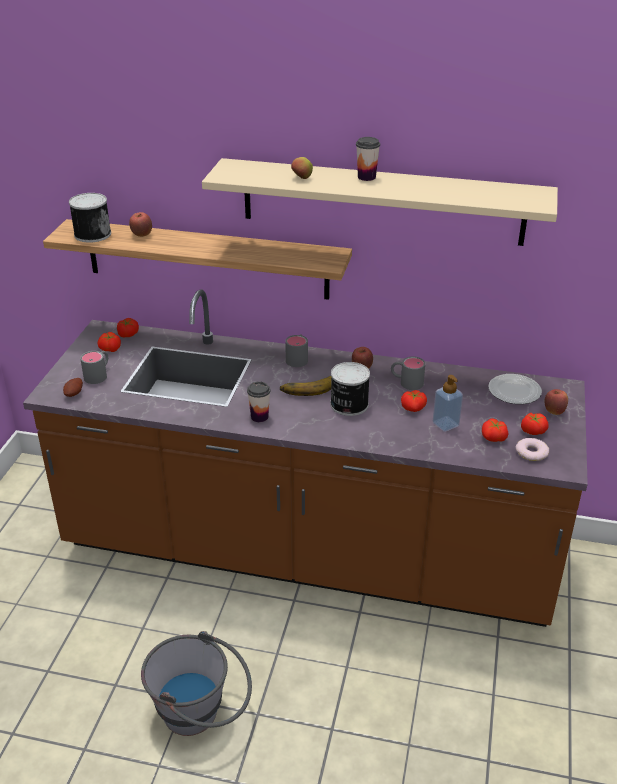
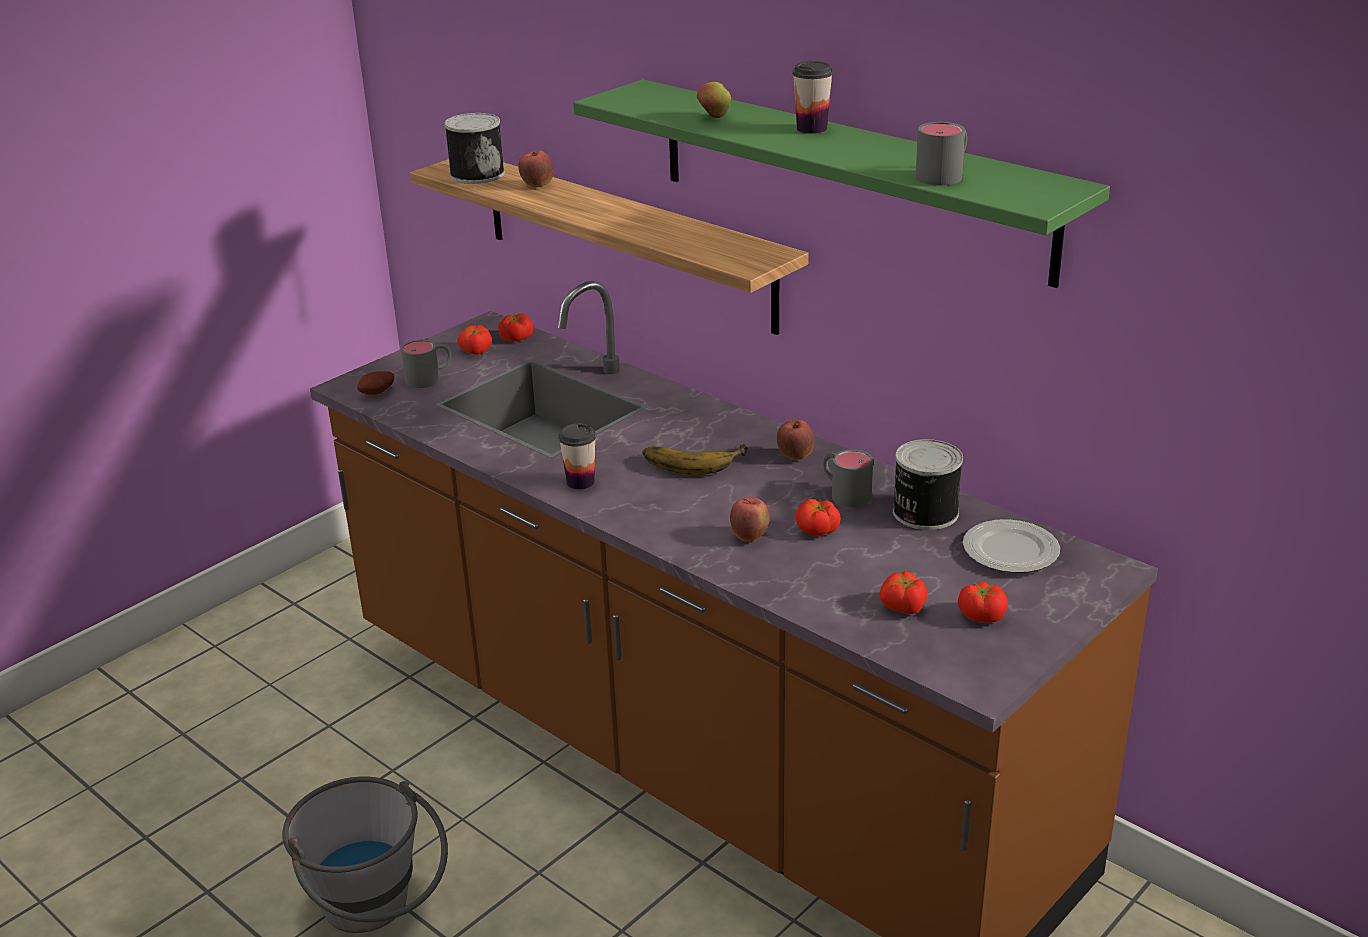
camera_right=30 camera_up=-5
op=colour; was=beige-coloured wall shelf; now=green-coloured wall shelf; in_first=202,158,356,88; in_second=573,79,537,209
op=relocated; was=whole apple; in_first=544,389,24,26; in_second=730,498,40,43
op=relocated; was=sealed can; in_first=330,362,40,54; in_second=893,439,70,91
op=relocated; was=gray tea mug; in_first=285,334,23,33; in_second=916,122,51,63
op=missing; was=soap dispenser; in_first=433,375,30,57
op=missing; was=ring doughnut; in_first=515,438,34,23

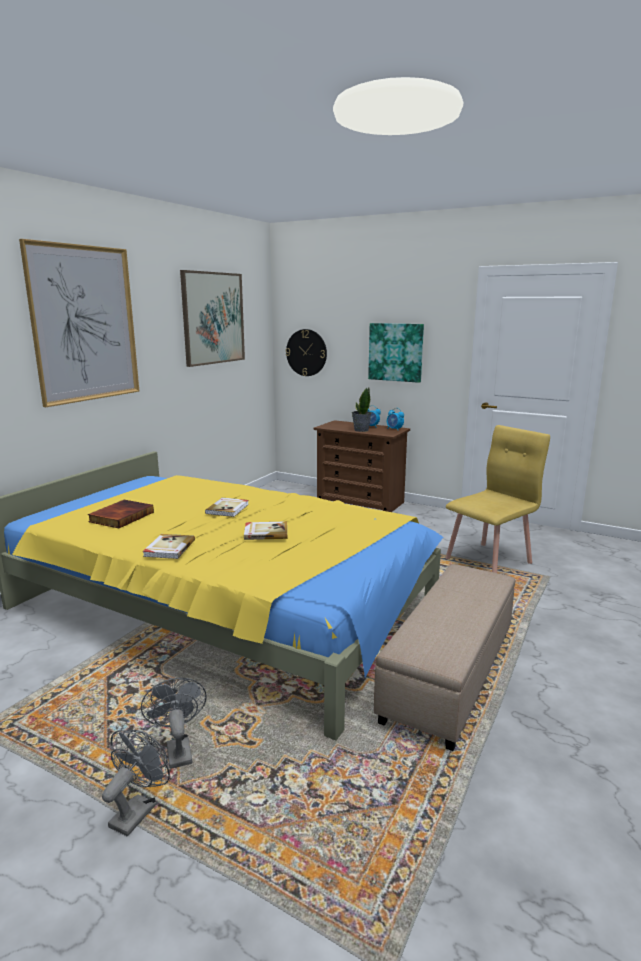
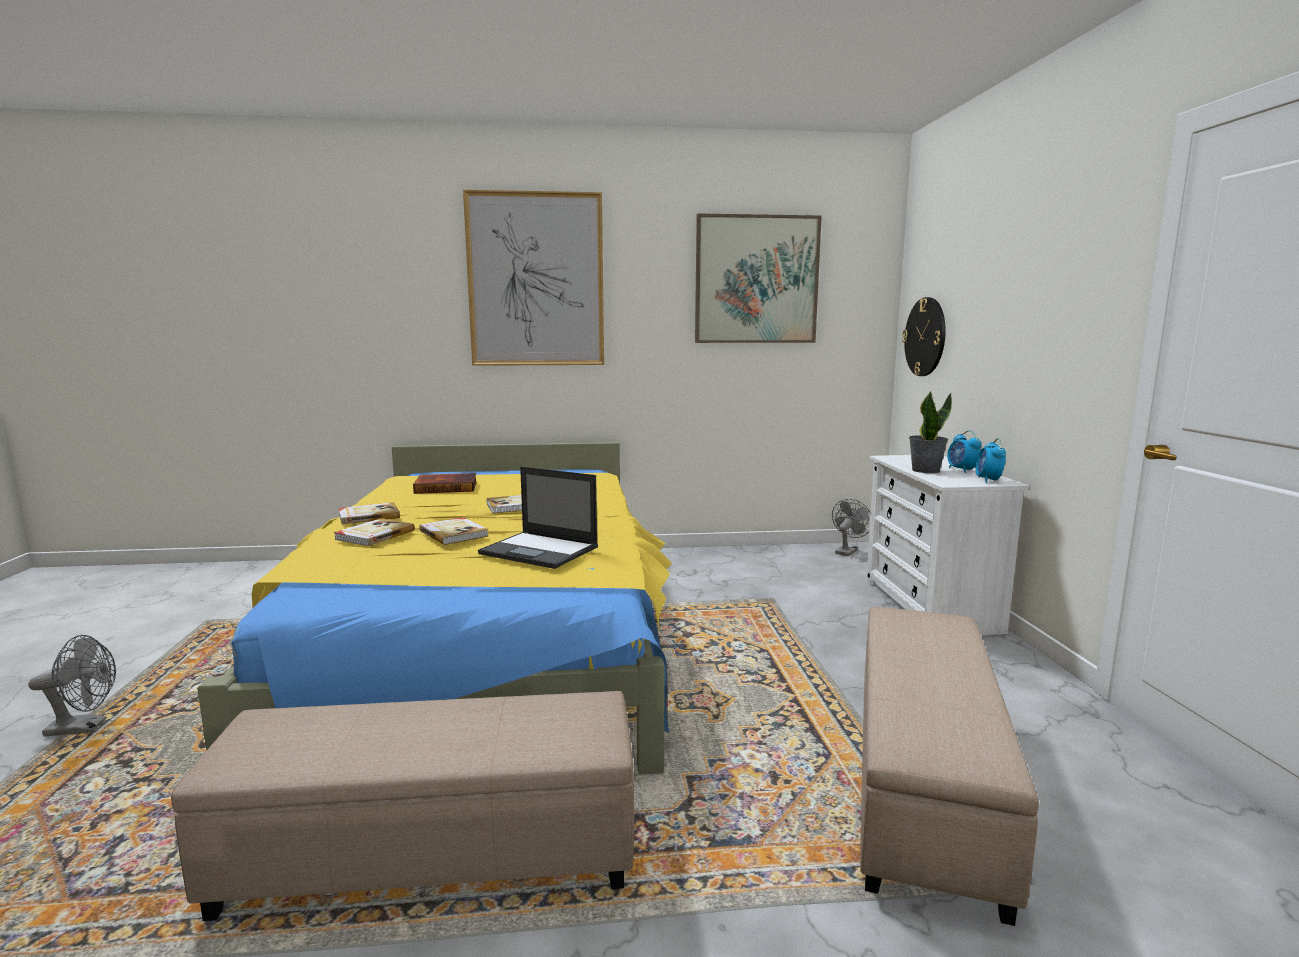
camera_right=55 camera_up=-5
op=appeared; now=volume; in_second=334,518,81,28
op=appeared; now=portable computer; in_second=478,467,120,102
op=relocated; was=gray electric fan; in_first=141,678,66,91; in_second=832,499,39,57
op=exchanged; was=yellow-coloured plain chair; now=beige-coloured footrest; in_first=446,425,104,148; in_second=860,607,179,319
op=colour; was=brown dresser; now=white dresser; in_first=314,420,96,92; in_second=866,455,163,180
op=missing; was=wall art; in_first=368,323,56,60

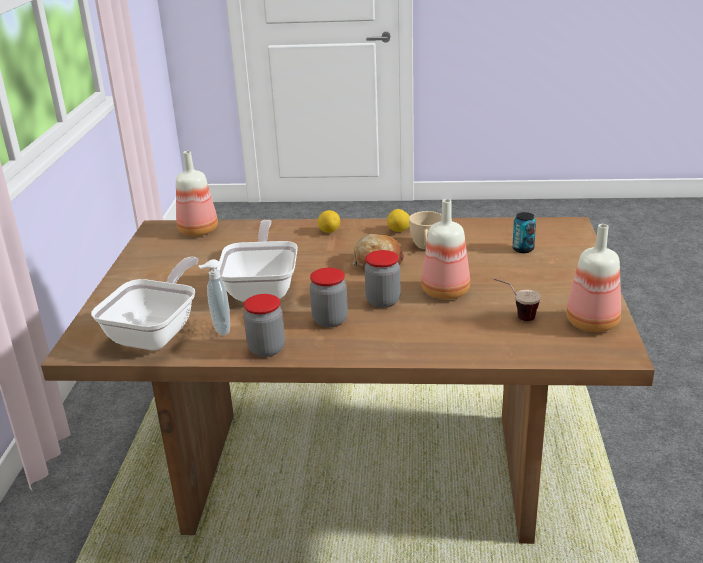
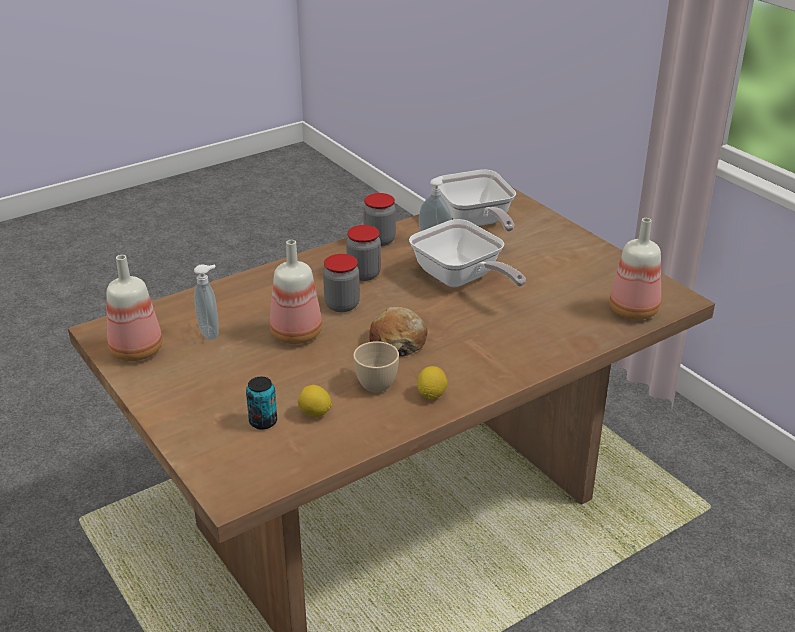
camera_right=140 camera_up=5
op=exchanged; was=drinking cup; now=soap dispenser; in_first=494,278,47,43; in_second=194,265,24,75
op=relocated; was=lemon; in_first=318,210,22,23; in_second=298,385,34,32

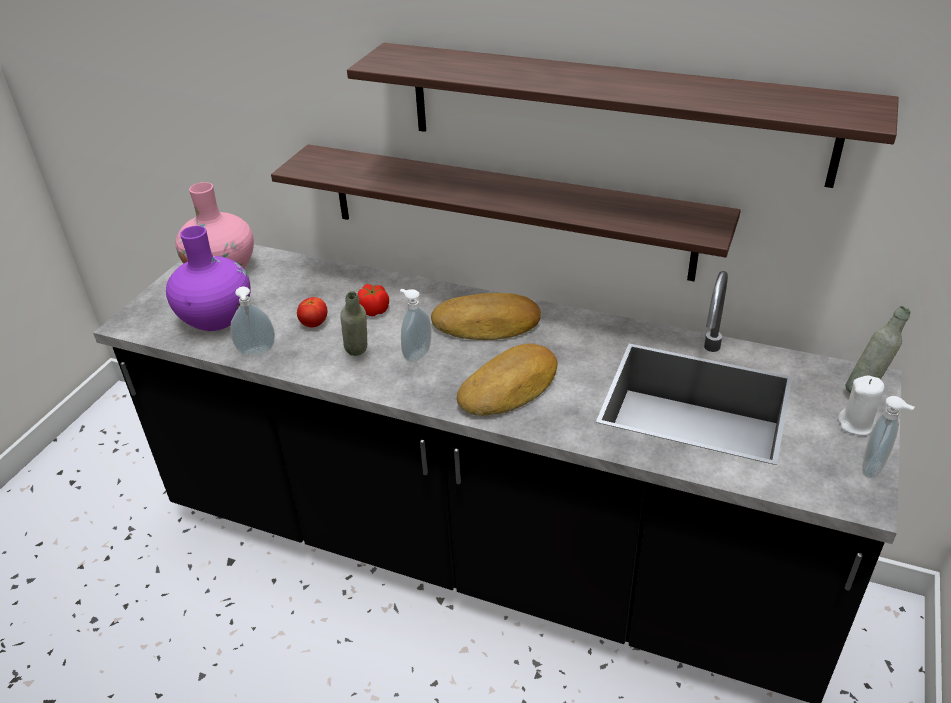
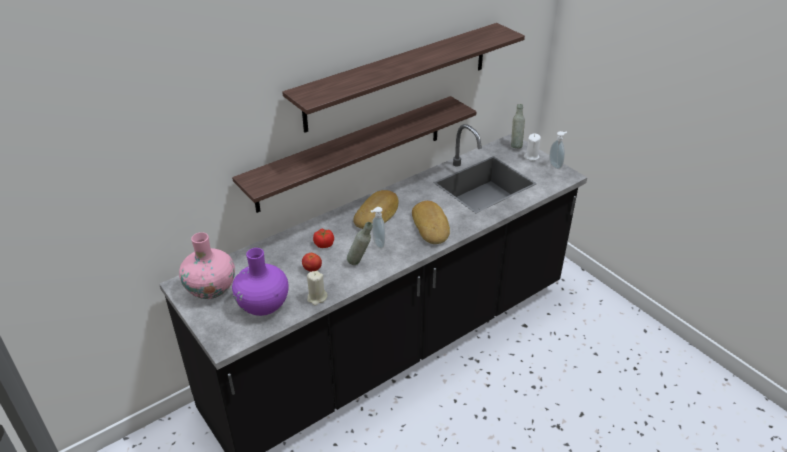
camera_right=-60 camera_up=0
op=exchanged; was=soap dispenser; now=beige-coloured candle; in_first=230,287,45,69; in_second=307,271,20,35

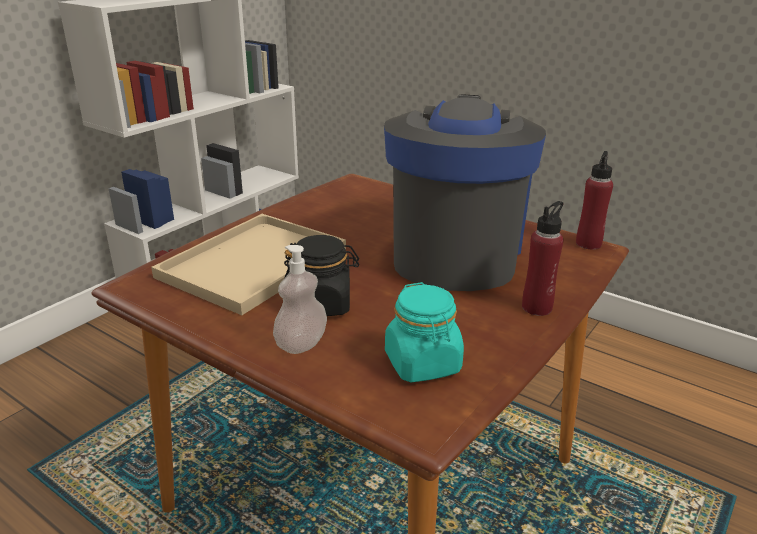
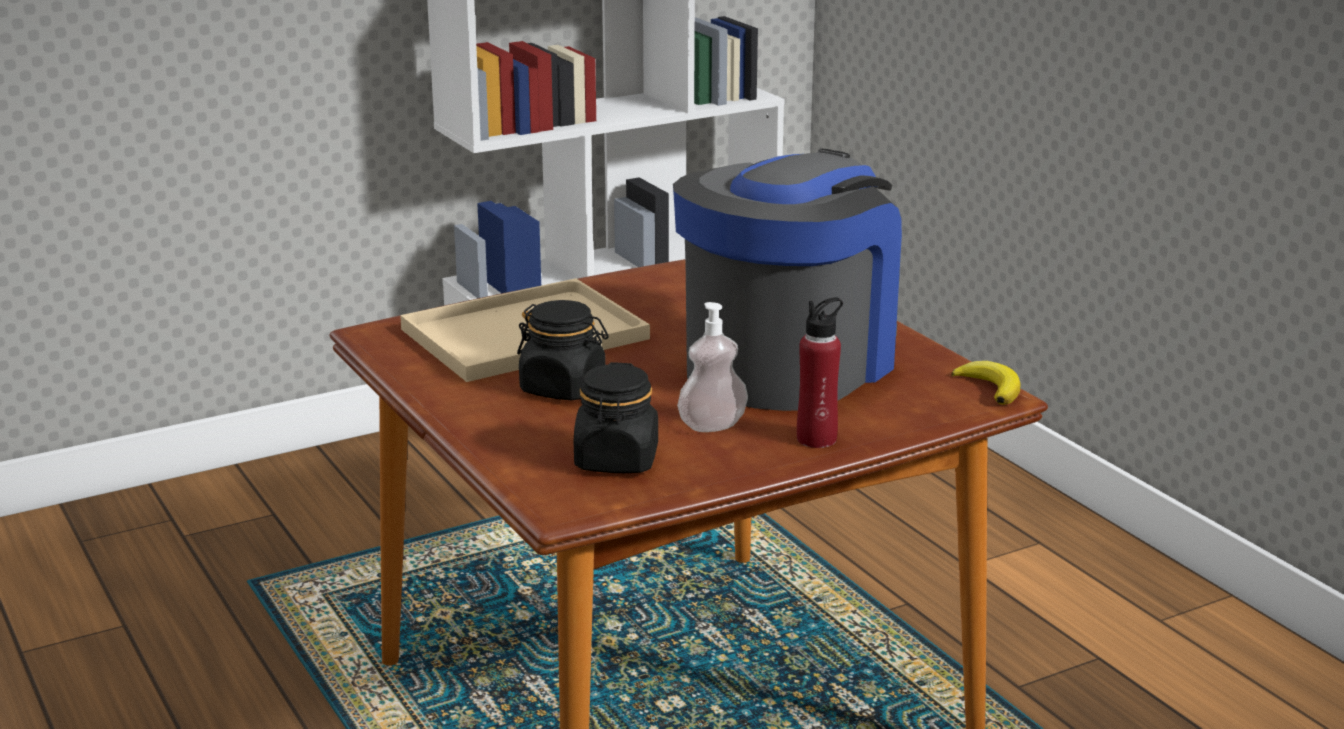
camera_right=25 camera_up=-5
op=colour; was=turquoise-coloured preserve jar; now=blackish preserve jar; in_first=385,282,79,100; in_second=574,362,84,111
op=relocated; was=soap dispenser; in_first=273,245,54,109; in_second=677,302,71,130
op=exchanged; was=red bottle; now=banana fruit; in_first=576,151,37,98; in_second=951,361,70,44

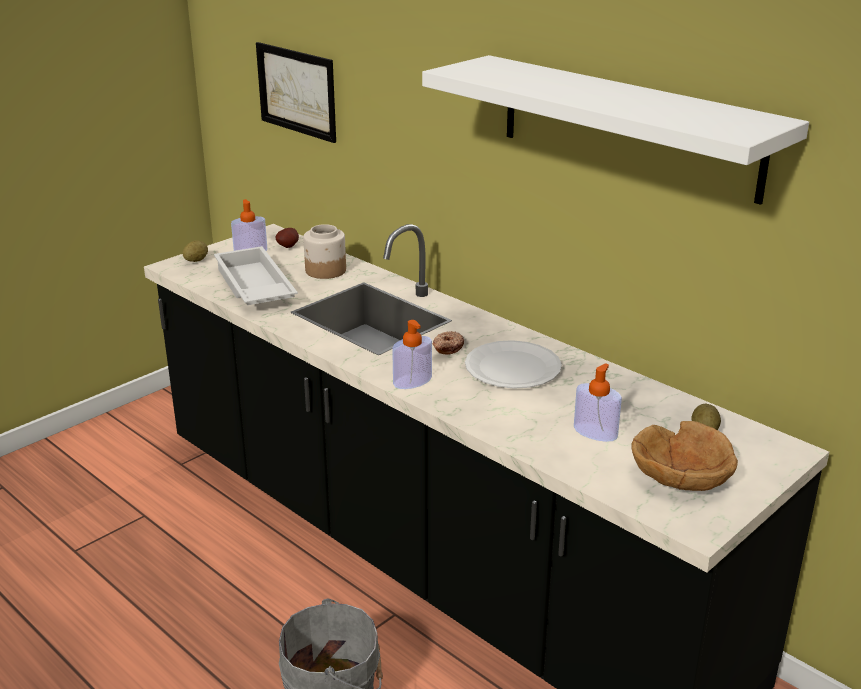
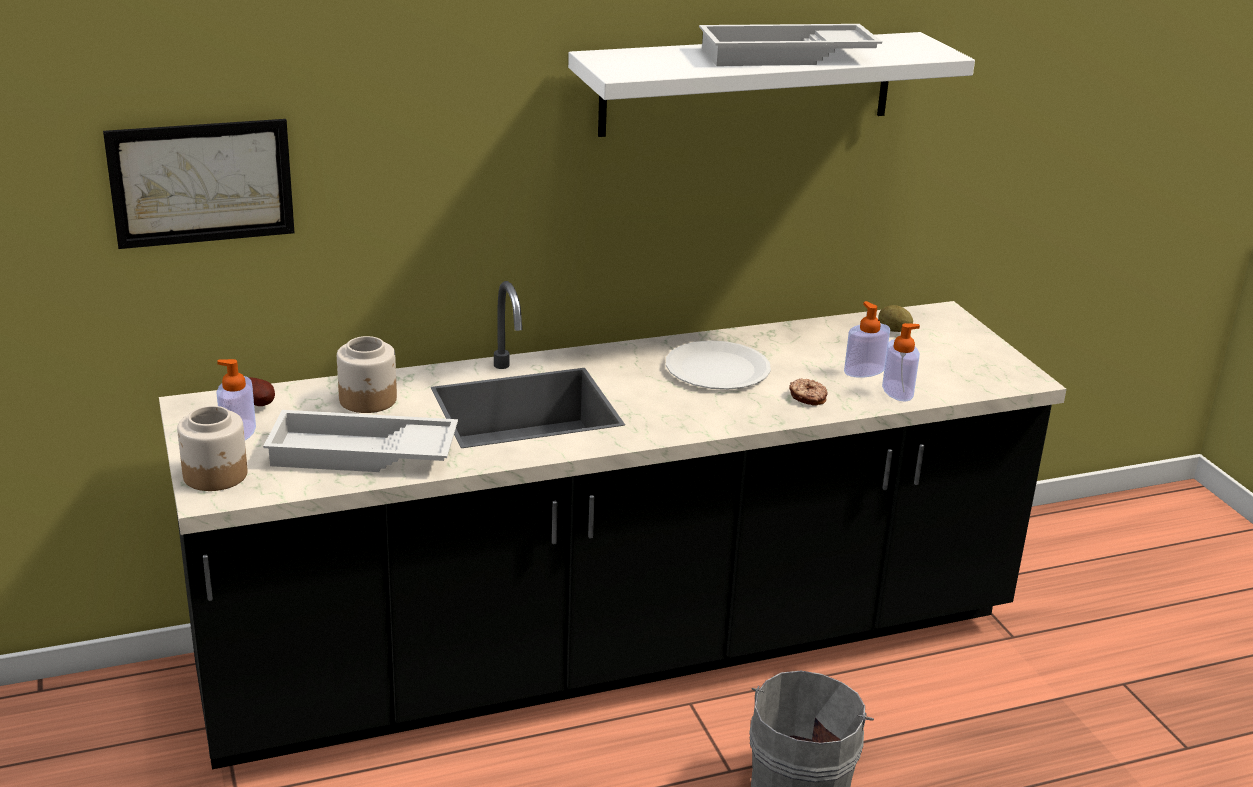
camera_right=-65 camera_up=0
op=exchanged; was=potato; now=preserve jar; in_first=183,241,25,21; in_second=177,406,70,85
op=appeared; now=white carrying tray; in_second=699,24,183,42
op=relocated; was=ring doughnut; in_first=432,331,32,24; in_second=789,378,39,27
op=relocated; was=soap dispenser; in_first=392,320,40,69; in_second=882,323,38,79
op=missing; was=brown deep dish; in_first=631,421,107,70

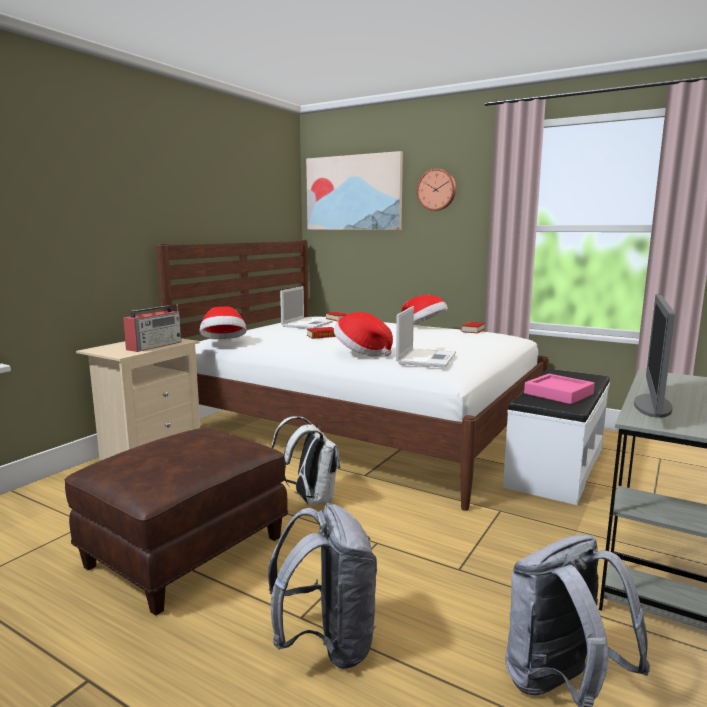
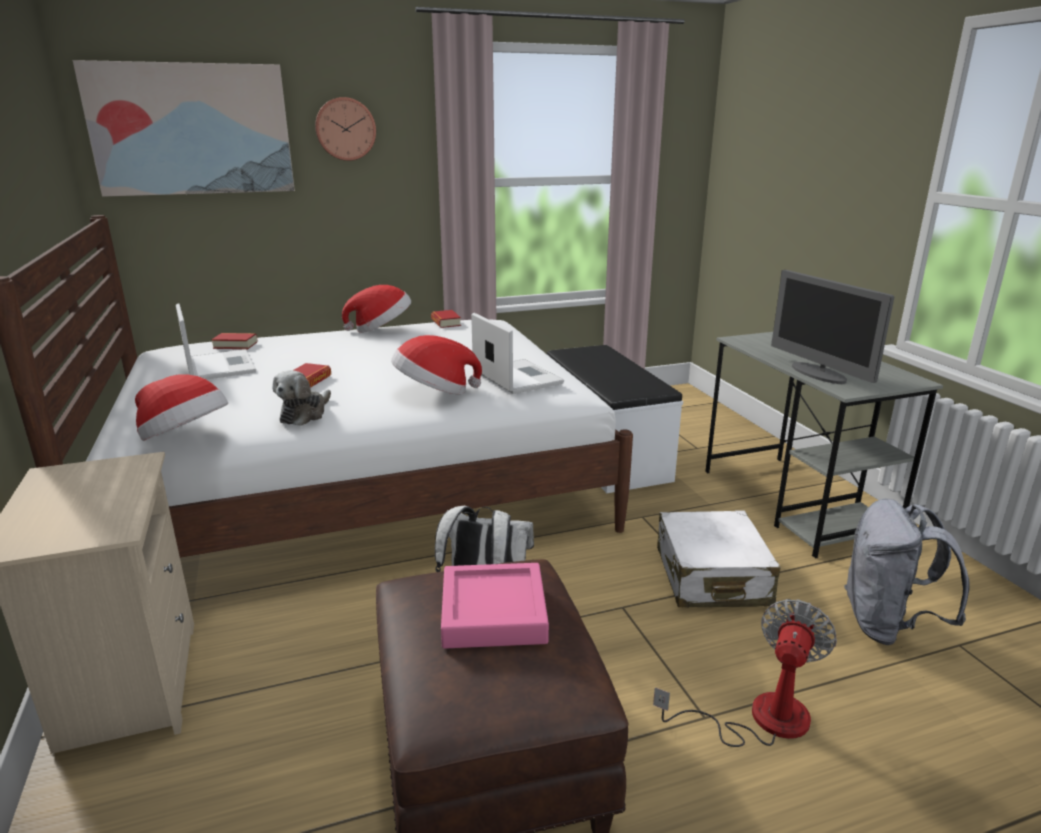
camera_right=-50 camera_up=10
op=appeared; now=plush toy; in_second=272,370,59,56
op=relocated; was=pink carrying tray; in_first=524,374,71,30; in_second=441,563,108,86
op=exchanged; was=gray backpack; now=electric fan; in_first=268,504,109,165; in_second=653,599,184,148
op=appeared; now=white suitcase; in_second=657,511,123,97
op=missing; was=radio receiver; in_first=123,303,58,49

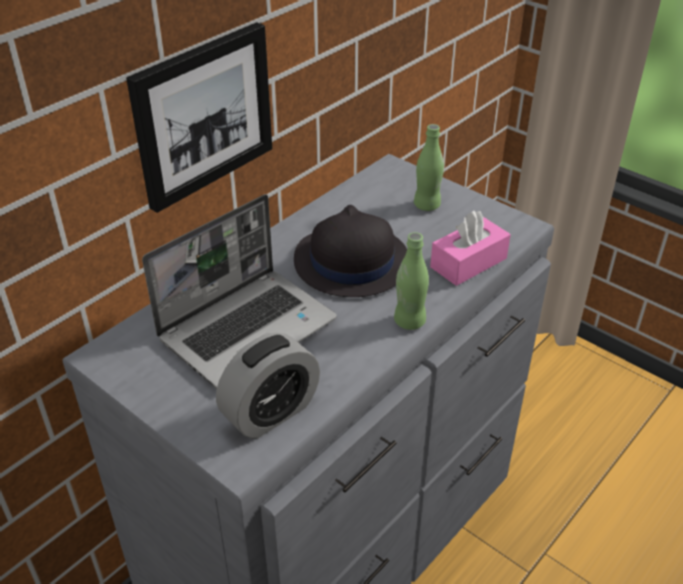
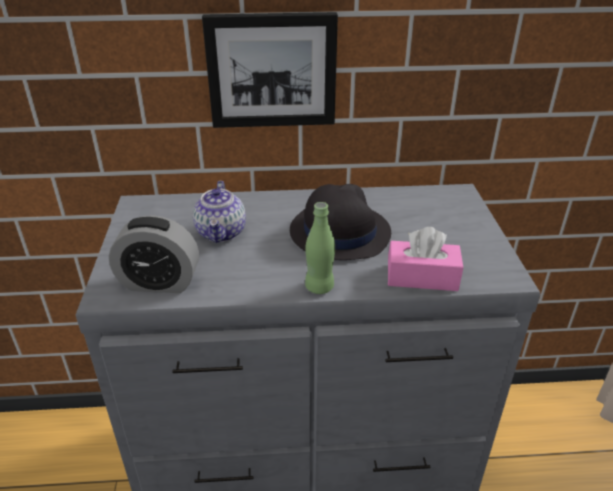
camera_right=45 camera_up=-5
op=exchanged; was=portable computer; now=tea pot; in_first=142,194,195,195; in_second=193,181,53,62
op=missing; was=green-coloured bottle; in_first=414,124,30,87

